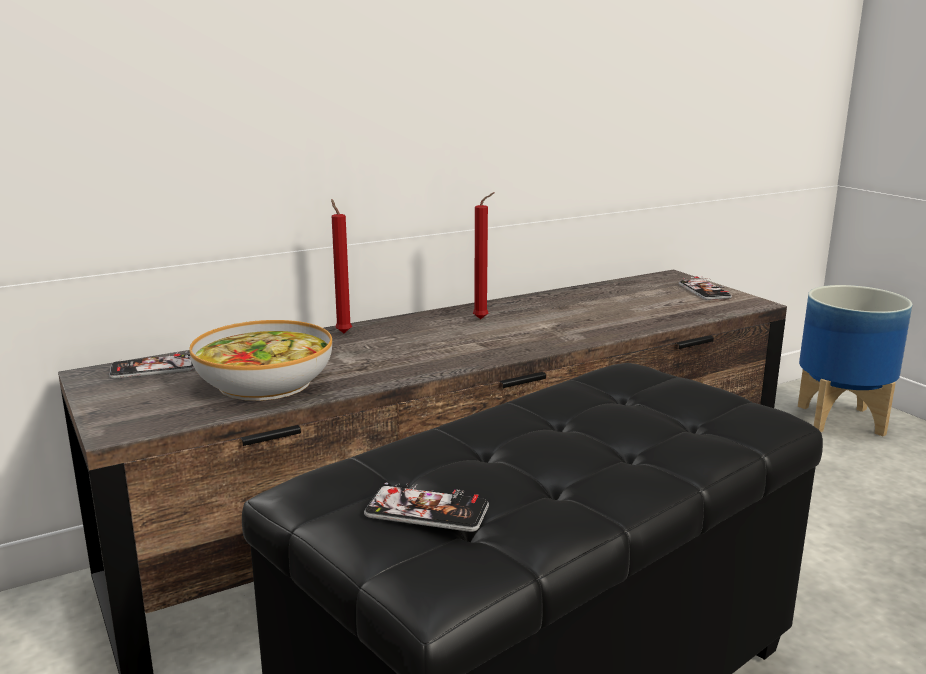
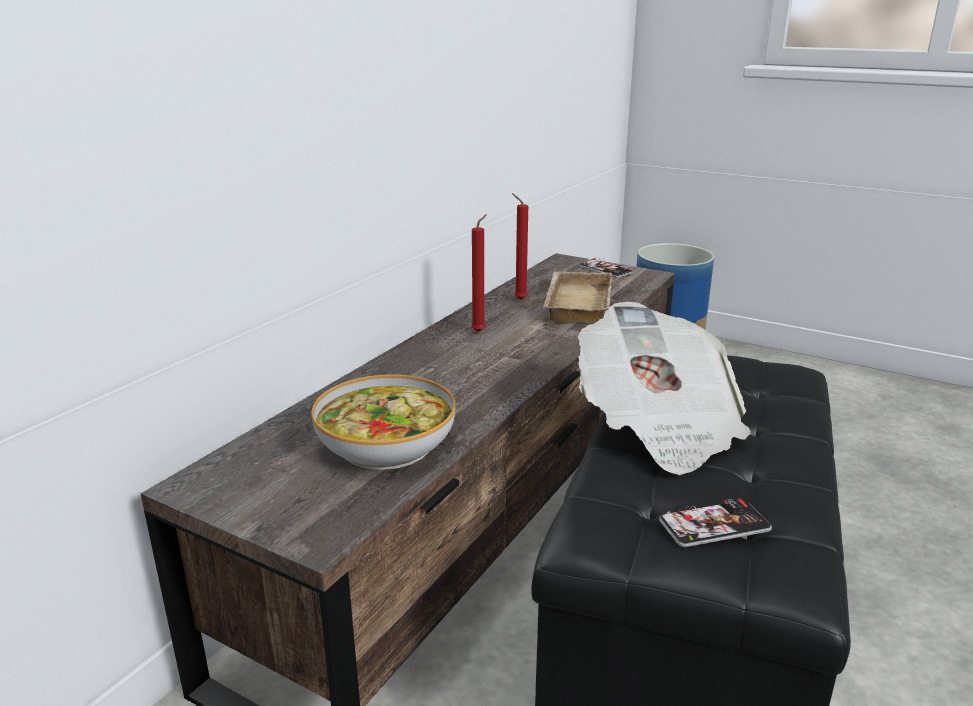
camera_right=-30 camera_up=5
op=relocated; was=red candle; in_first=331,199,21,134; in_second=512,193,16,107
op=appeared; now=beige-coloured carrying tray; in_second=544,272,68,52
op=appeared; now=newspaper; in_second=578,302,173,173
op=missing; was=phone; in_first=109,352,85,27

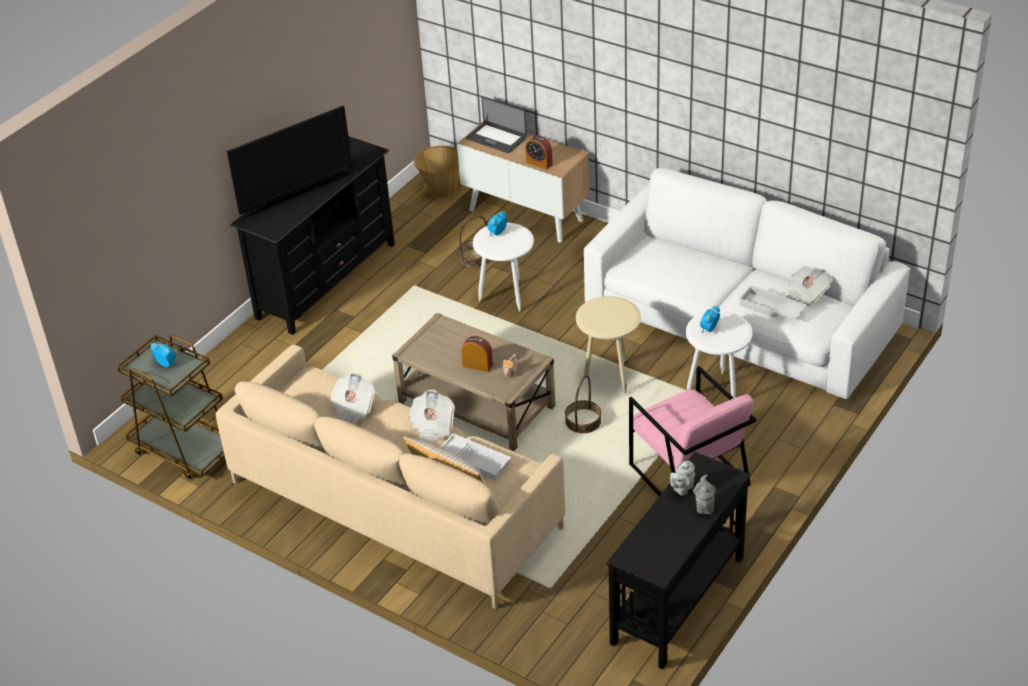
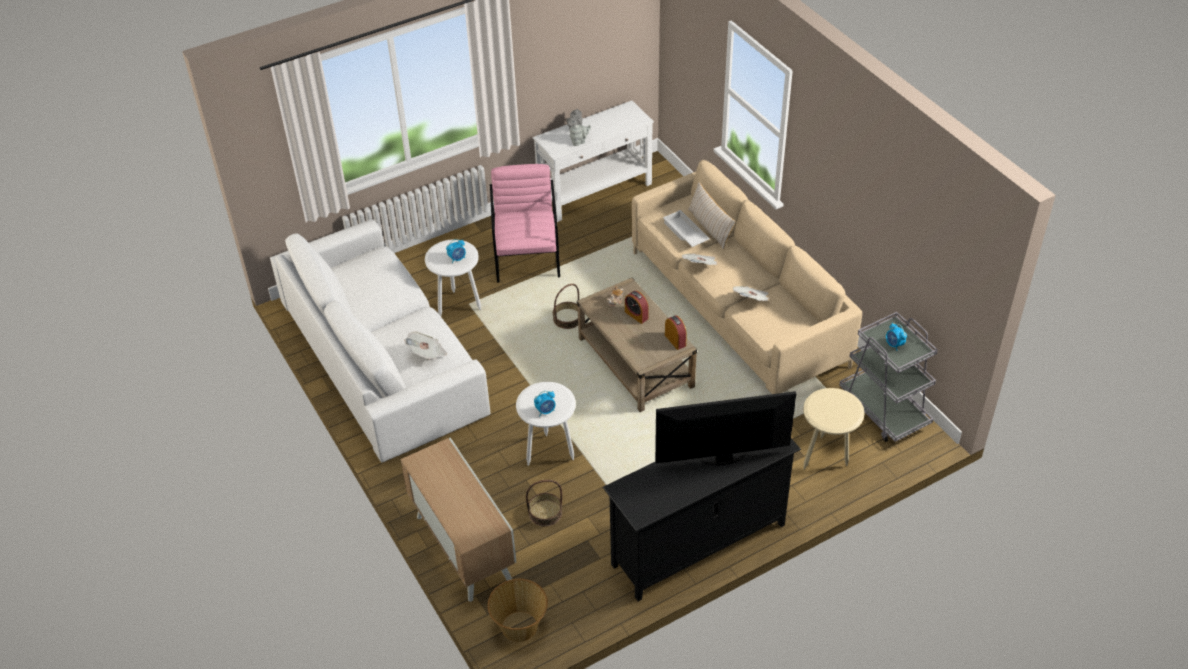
camera_right=-155 camera_up=5
op=relocated; was=newspaper; in_first=786,266,45,40; in_second=404,332,44,27
op=colour; was=blackish narrow table; now=white narrow table; in_first=607,452,143,217; in_second=533,100,121,122
op=relocated; was=alarm clock; in_first=526,135,27,35; in_second=665,315,22,35
op=relocated; was=beige-coloured side table; in_first=576,296,65,98; in_second=803,388,61,81
op=colour; was=brown cart; now=gray cart; in_first=117,335,108,144; in_second=839,312,99,130
op=missing; was=portable computer; in_first=466,96,61,57
op=missing; was=white carrying tray; in_first=738,285,69,35

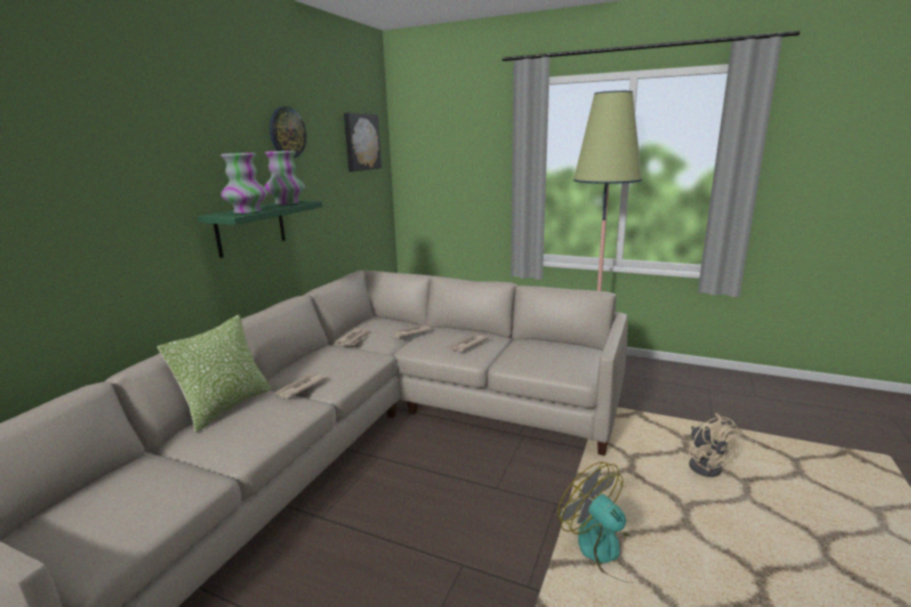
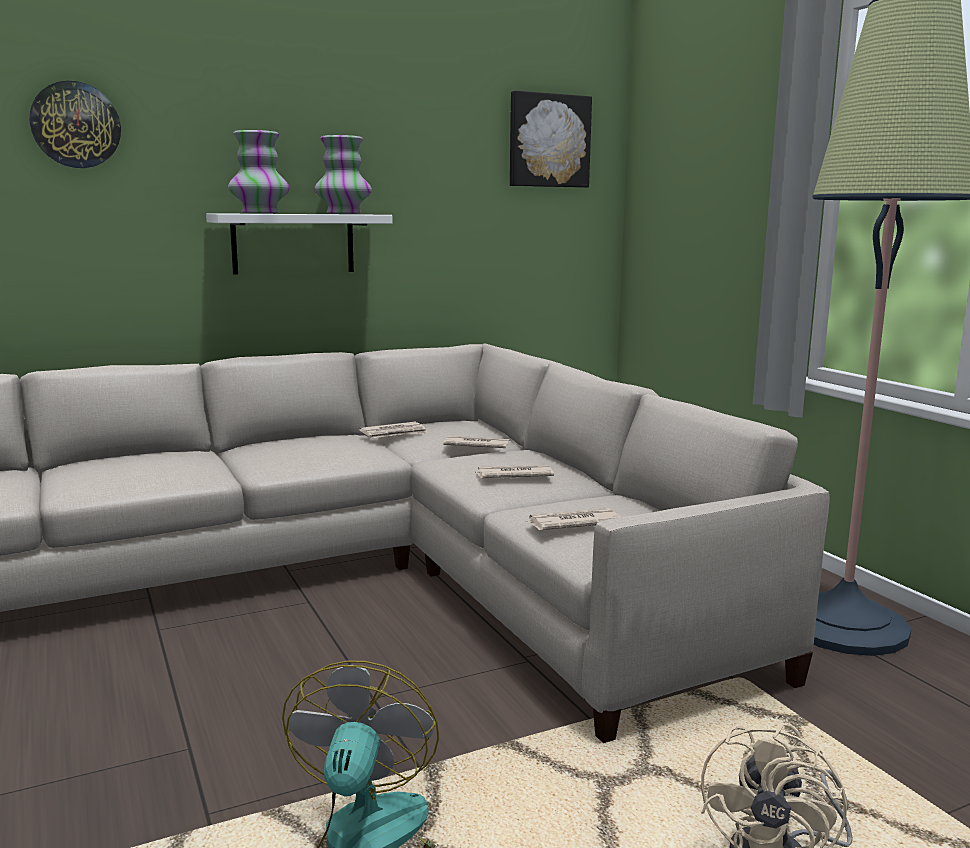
camera_right=40 camera_up=-5
op=relocated; was=hanging clock; in_first=269,107,38,51; in_second=30,81,91,87
op=colour; was=green-coloured wall shelf; now=white wall shelf; in_first=198,201,125,57; in_second=206,213,186,62
op=relocated; was=newspaper; in_first=275,373,51,26; in_second=525,508,96,22
op=missing; was=throw pillow; in_first=157,315,114,118

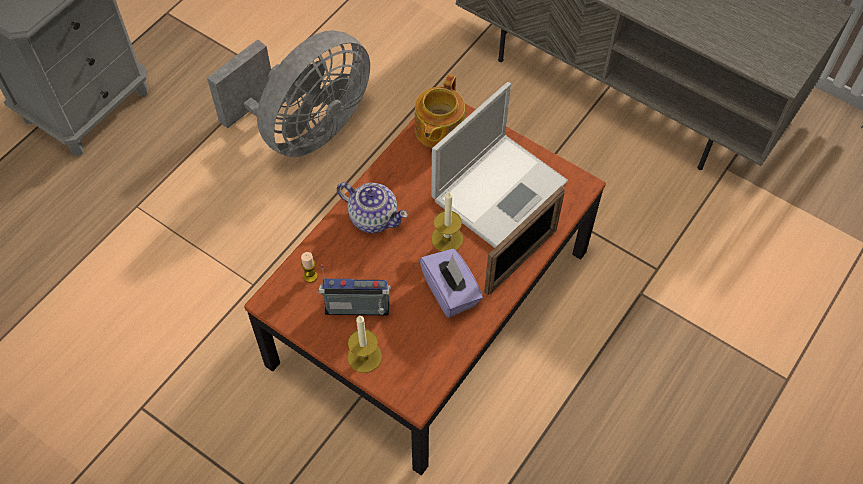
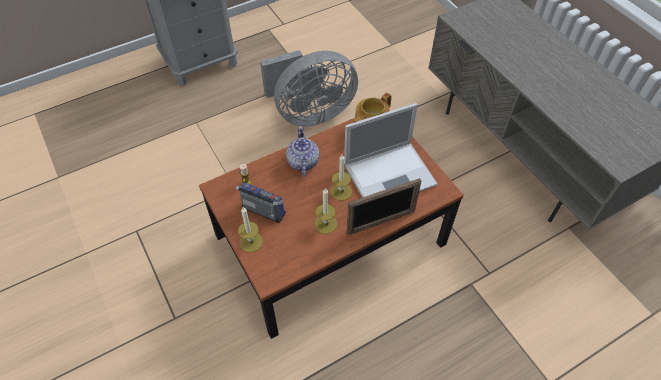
camera_right=25 camera_up=-5
op=spun; was=tea pot; in_first=337,182,71,51; in_second=286,126,33,51; clockwise=-150
op=exchanged; was=purplish tissue holder; now=candle; in_first=419,249,64,69; in_second=314,188,23,46

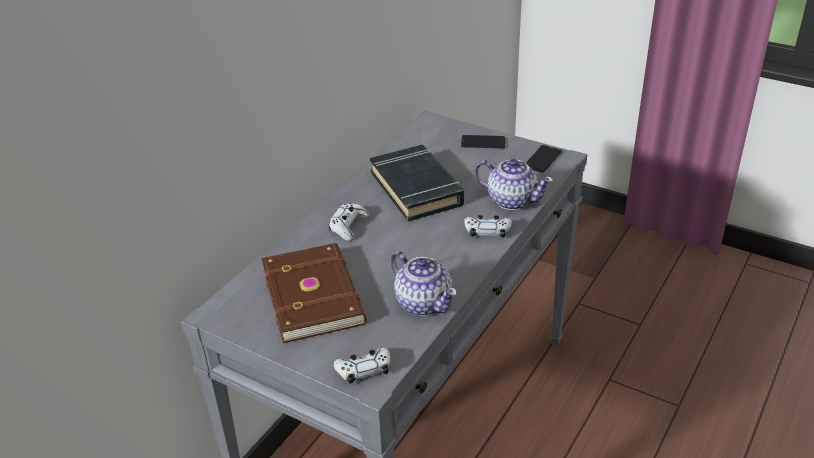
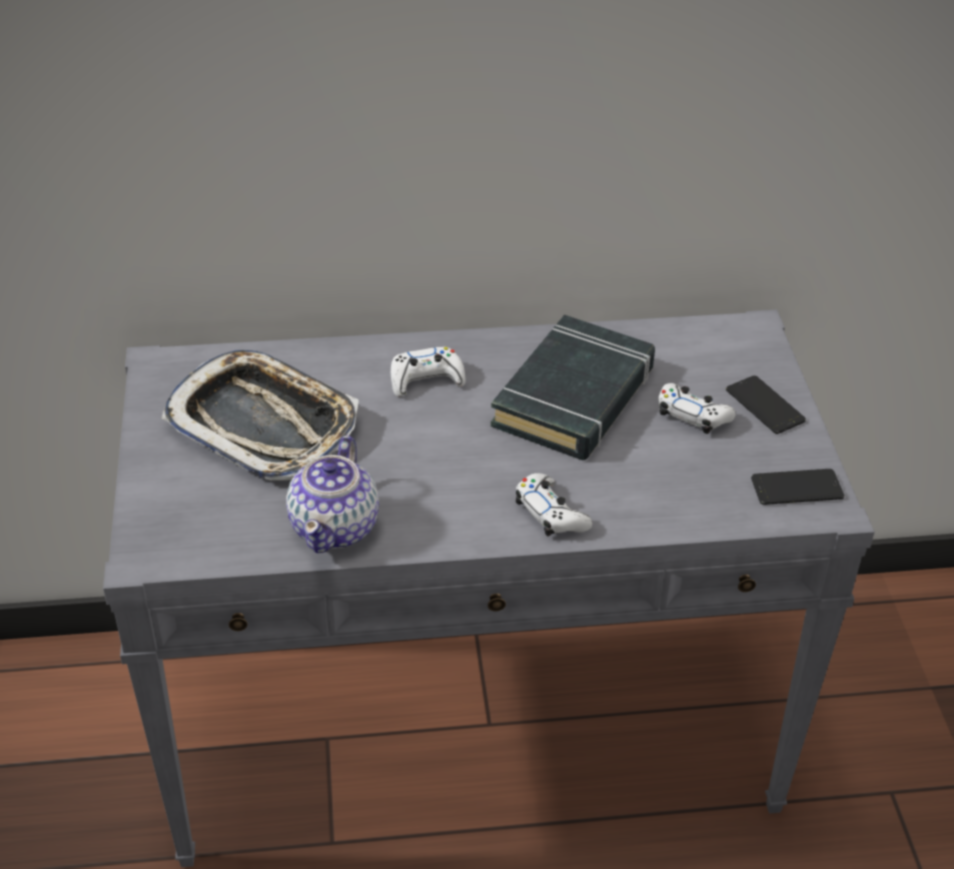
camera_right=50 camera_up=5
op=exchanged; was=brown volume; now=carrying tray; in_first=261,243,106,100; in_second=161,350,198,130
op=relocated; was=white game controller; in_first=334,347,56,37; in_second=659,383,77,51
op=missing; was=tea pot; in_first=475,159,78,51

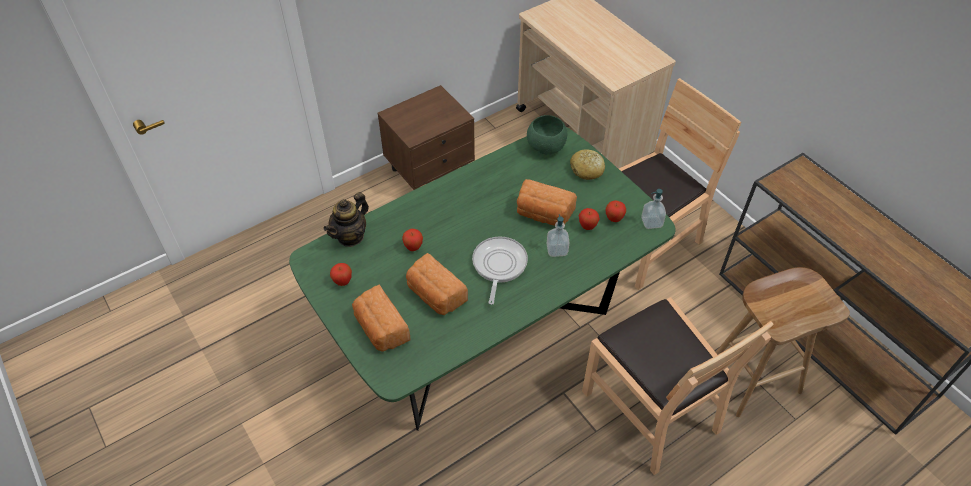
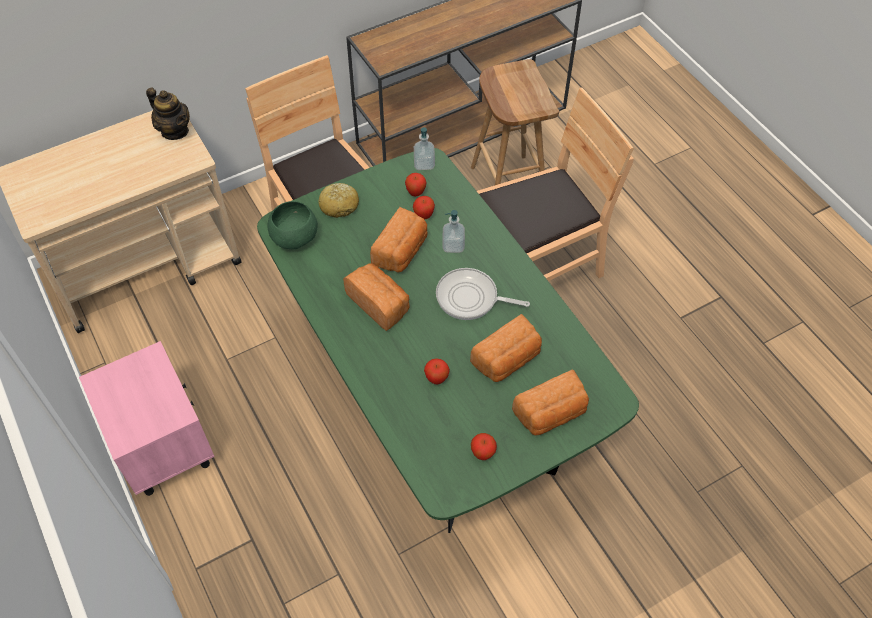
camera_right=-85 camera_up=5
op=colour; was=brown nightstand; now=pink nightstand; in_first=378,85,97,105; in_second=79,341,136,155
op=relocated; was=tea pot; in_first=323,192,46,55; in_second=146,87,44,53
op=appeared; now=baked bread; in_second=343,263,67,68

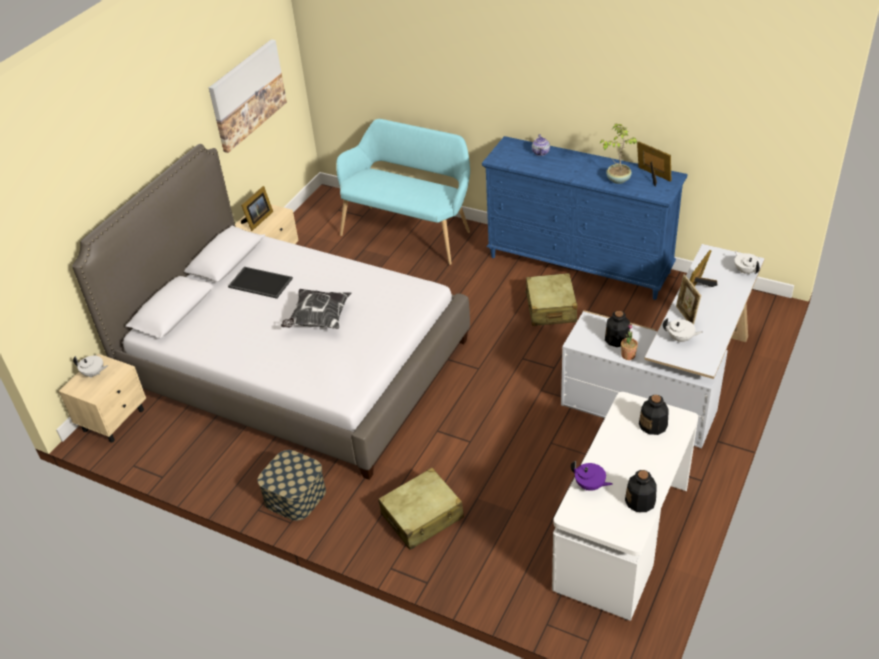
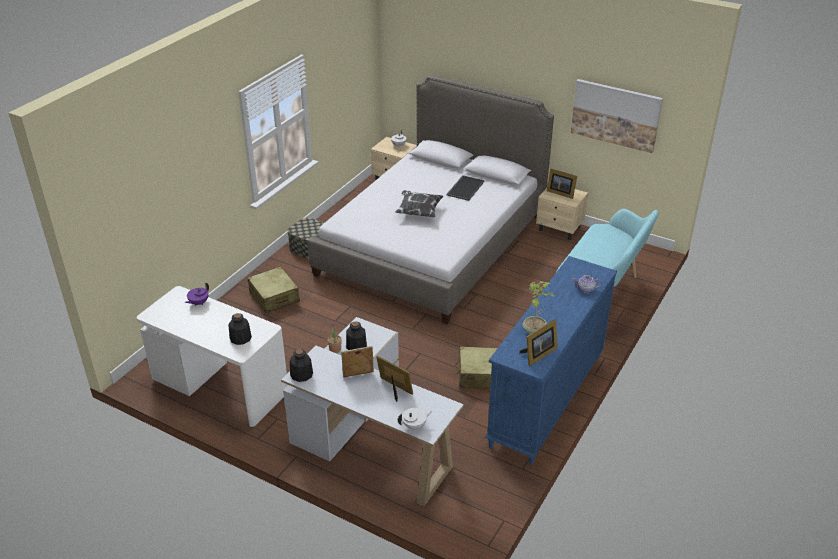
camera_right=90 camera_up=-5
op=relocated; was=bottle; in_first=625,470,32,42; in_second=290,349,23,33
op=missing; was=white tea pot; in_first=663,318,40,25

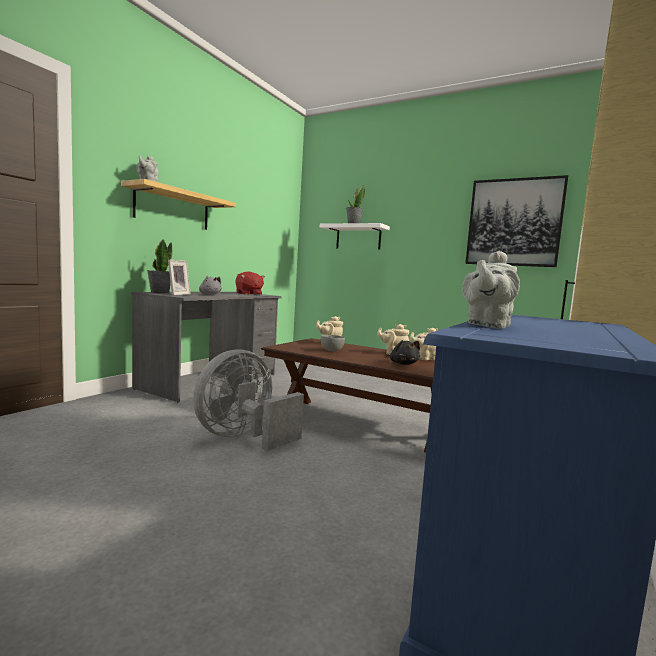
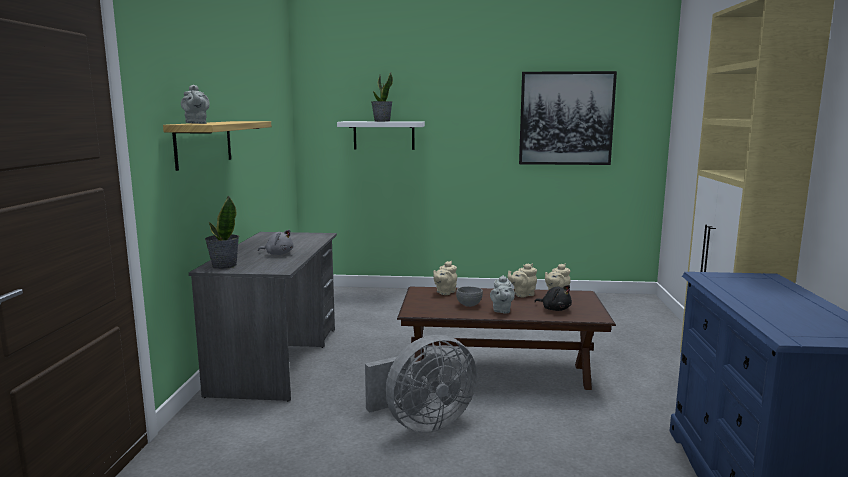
camera_right=-25 camera_up=5
op=spun; was=gray electric fan; in_first=193,350,111,101; in_second=365,335,112,98; clockwise=-135
op=relocated; was=gray tea pot; in_first=462,251,58,78; in_second=490,275,25,39
op=missing; was=photo frame; in_first=168,260,23,35
op=missing; was=red plush toy; in_first=235,271,30,24

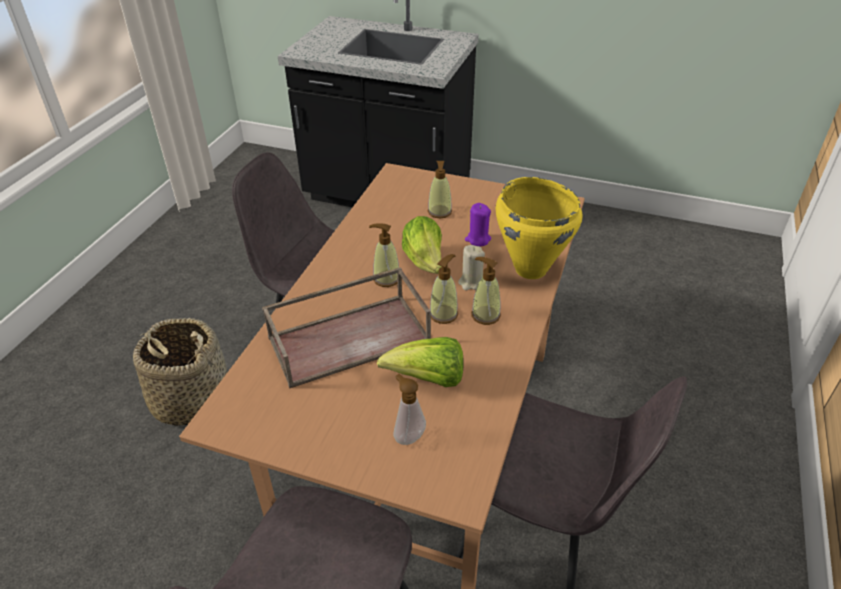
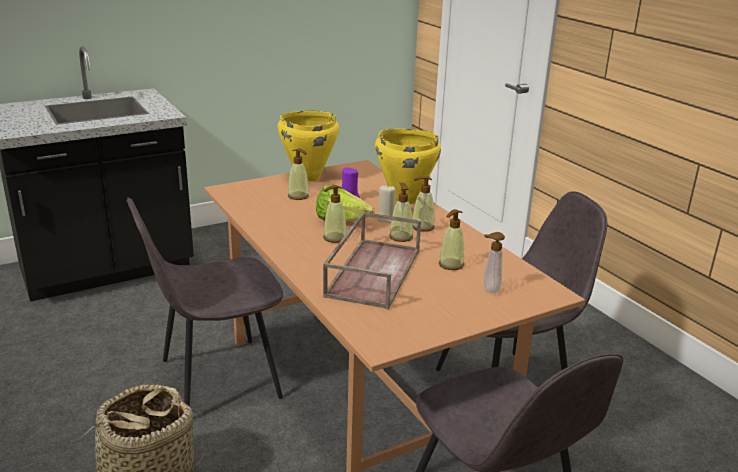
camera_right=-50 camera_up=-15
op=appeared; now=yellow-coloured stockpot; in_second=278,111,61,71
op=exchanged; was=lettuce; now=soap dispenser; in_first=377,337,86,50; in_second=439,209,25,61

